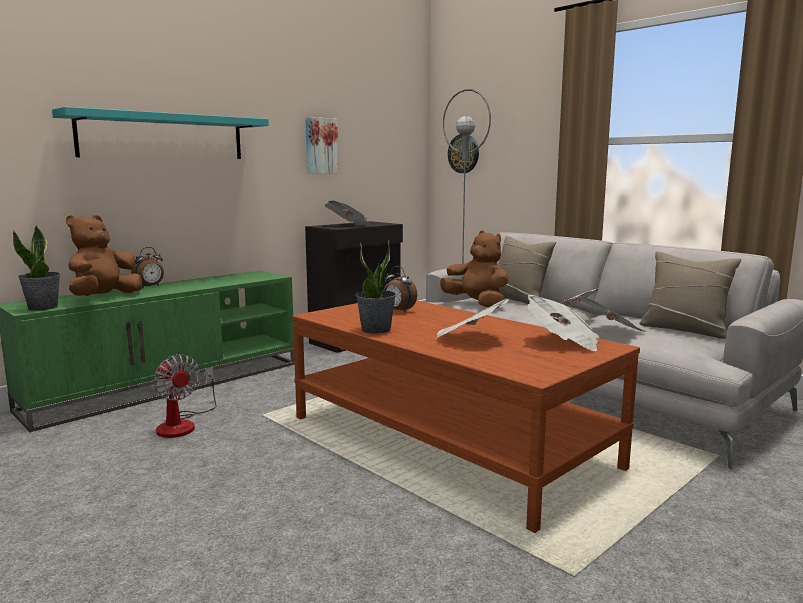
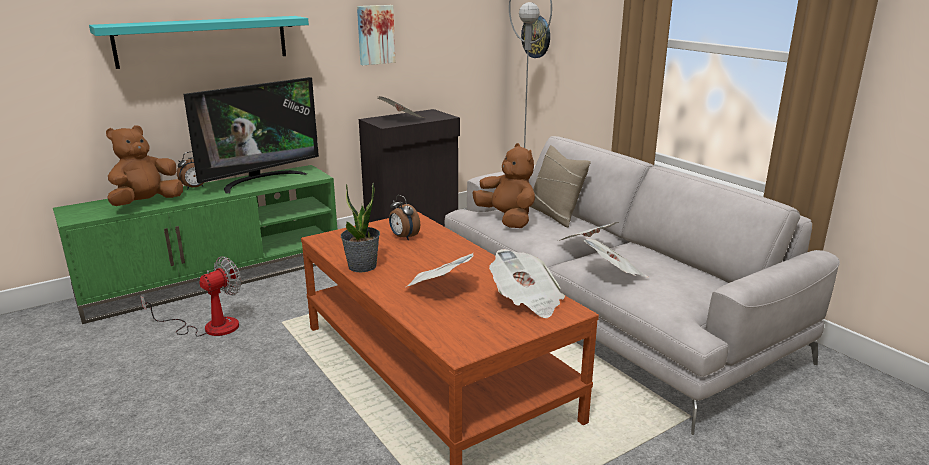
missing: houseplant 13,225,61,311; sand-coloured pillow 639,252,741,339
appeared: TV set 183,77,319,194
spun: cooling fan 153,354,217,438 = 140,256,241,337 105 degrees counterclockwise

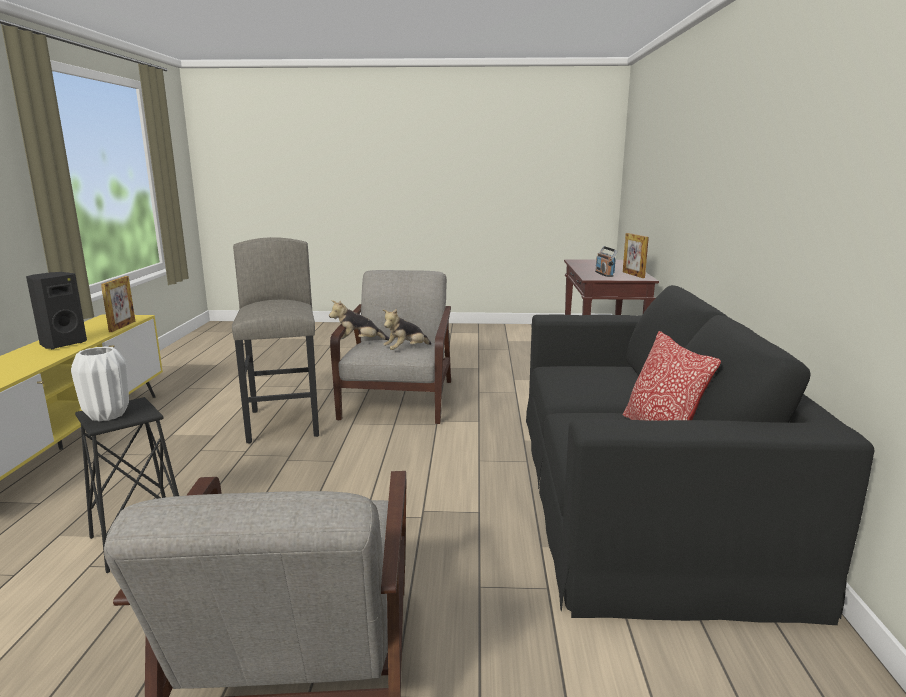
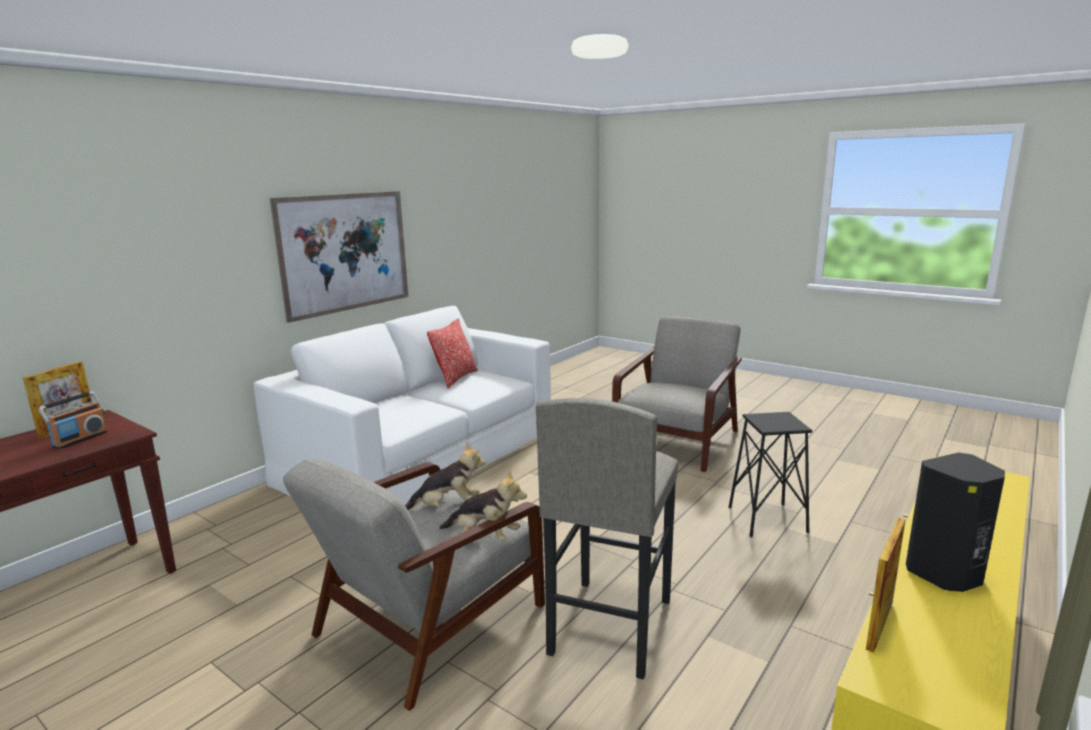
missing: whitish decorative vase 71,346,129,421
appeared: wall art 270,191,408,323
colour: black-coloured sofa 526,285,874,625 to whitish sofa 253,306,551,505

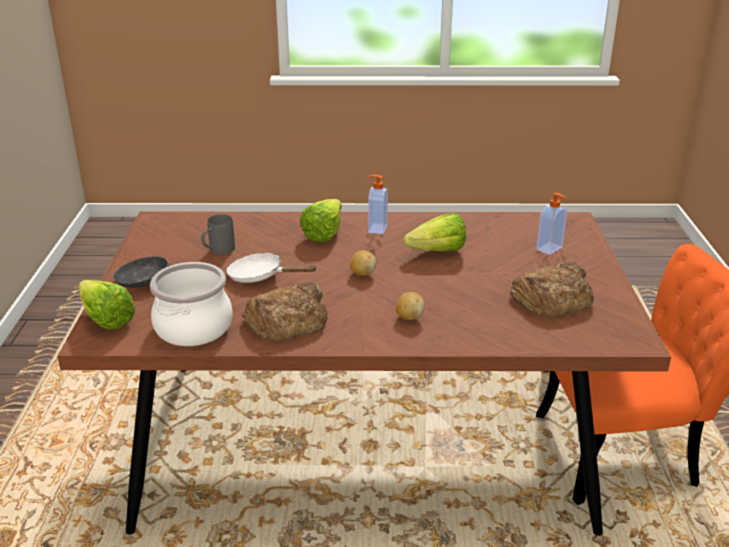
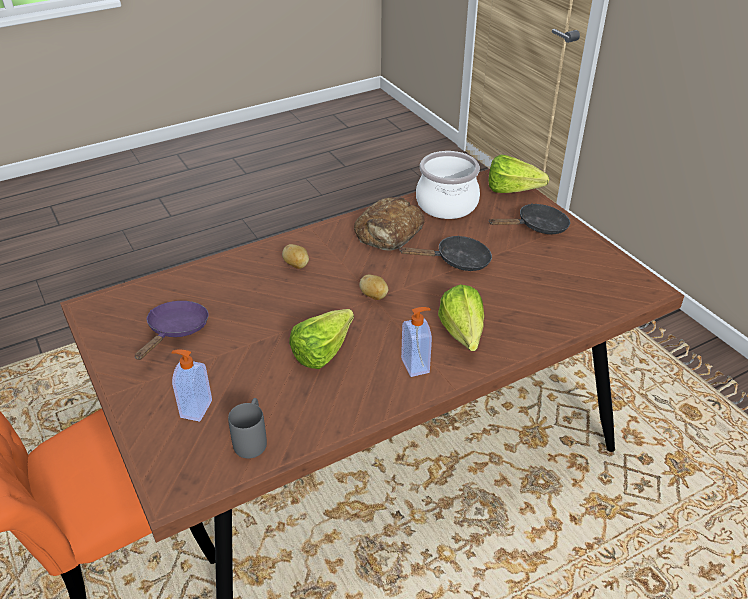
relocated: gray coffee mug 201,214,235,255 to 228,398,267,458
exchanged: bakery bread 510,262,594,317 to purple-coloured pan 135,301,209,360
colour: whitish pan 227,253,317,283 to black-coloured pan 399,235,492,271

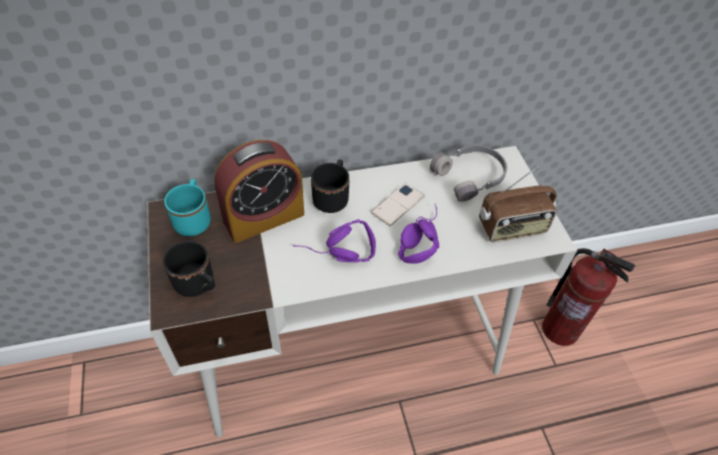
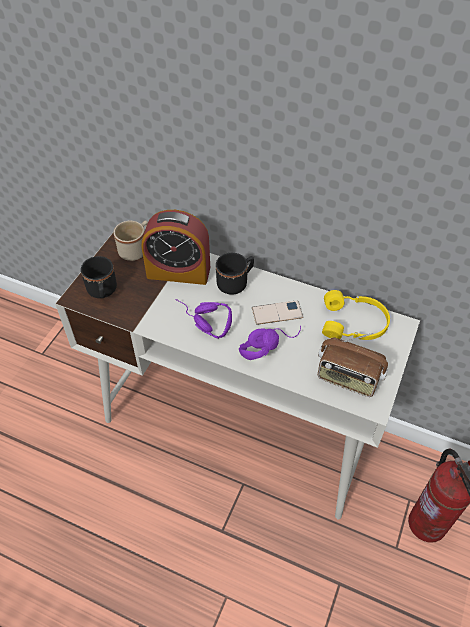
colour: turquoise coffee mug 164,179,211,236 to sand-coloured coffee mug 113,221,148,261; gray headset 430,145,507,202 to yellowish headset 322,290,390,340

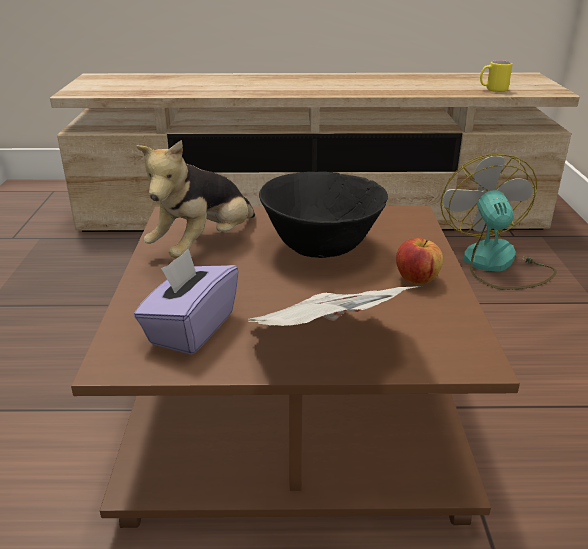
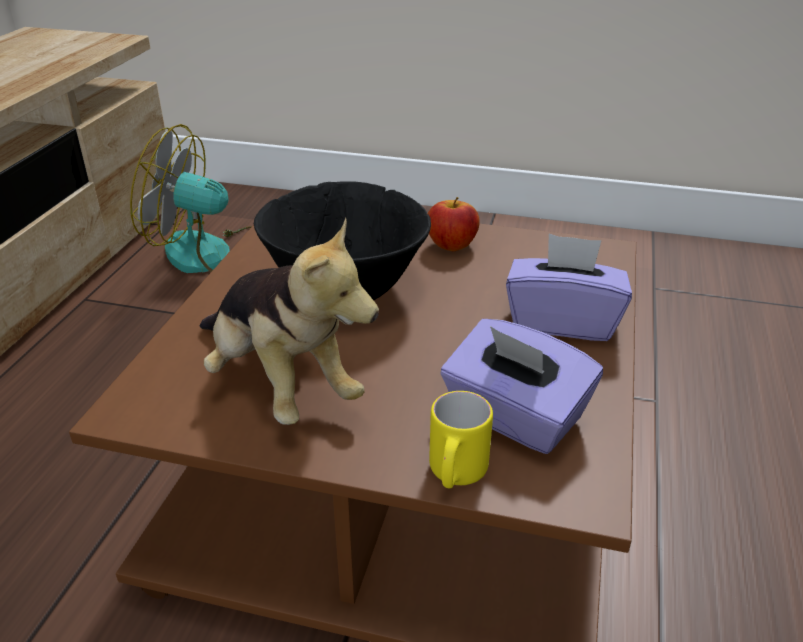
relocated: yellowish coffee mug 480,60,513,92 to 429,391,493,488
exchanged: printed paper 248,286,422,326 to purple-coloured tissue holder 506,234,632,341

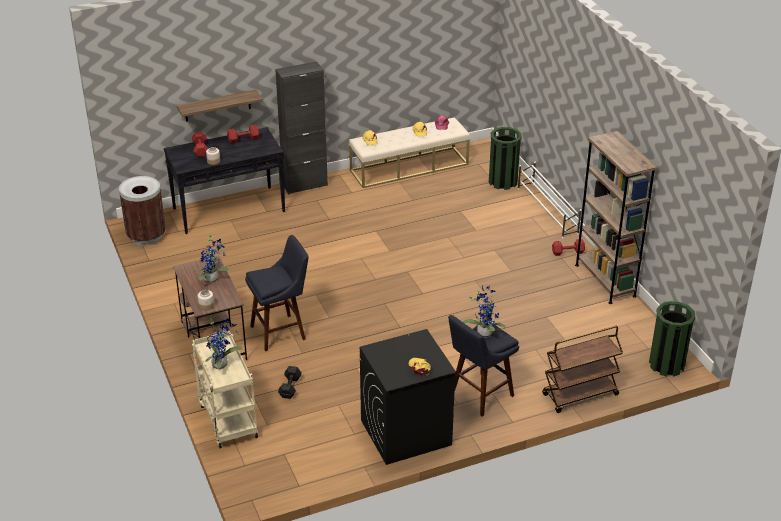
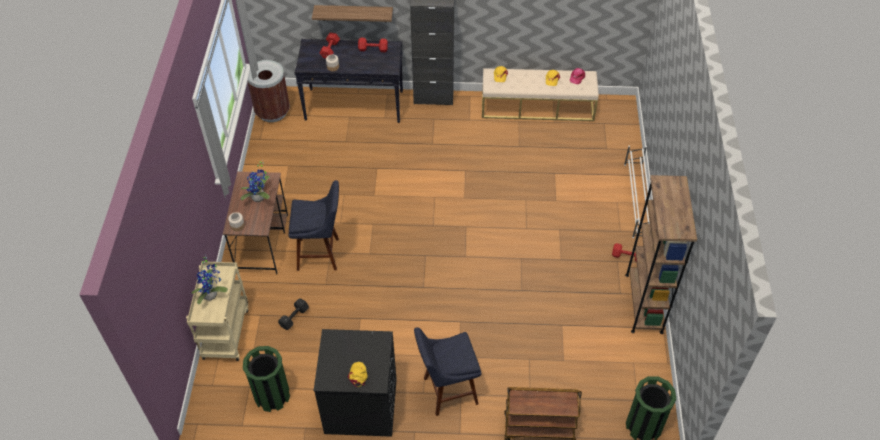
missing: houseplant 462,285,506,338
relocated: greenish waste bin 489,127,522,190 to 243,346,290,412

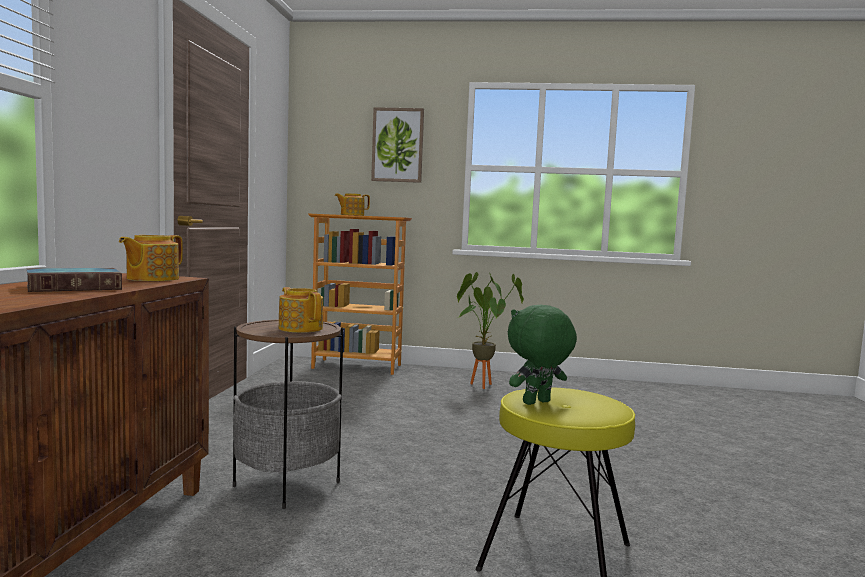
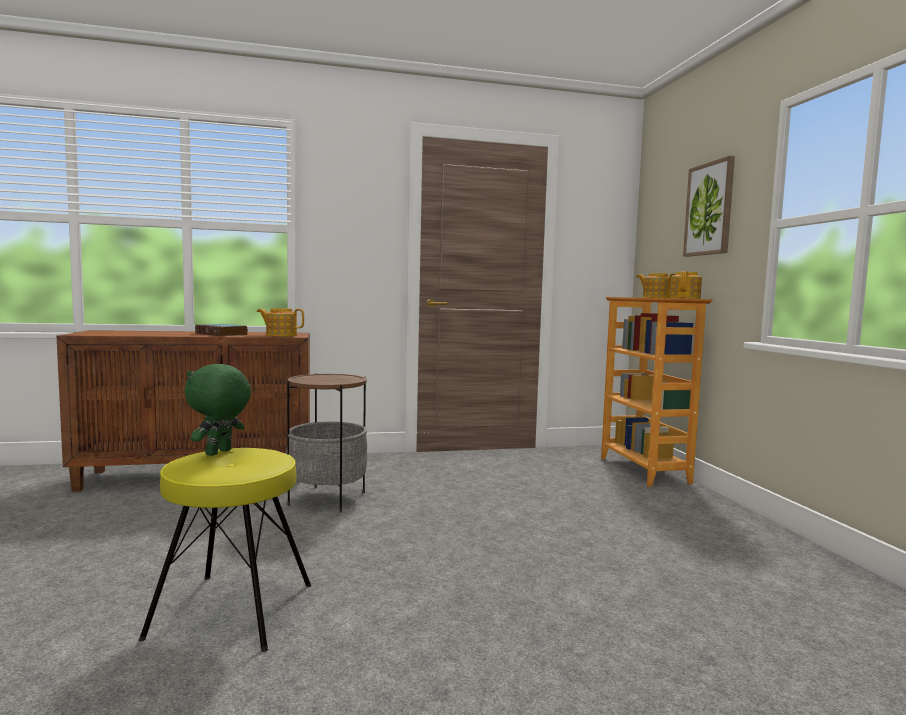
missing: houseplant 457,272,524,389
relocated: teapot 279,287,323,333 to 670,271,702,299
spun: greenish soft toy 508,305,577,405 = 184,364,251,456 105 degrees counterclockwise

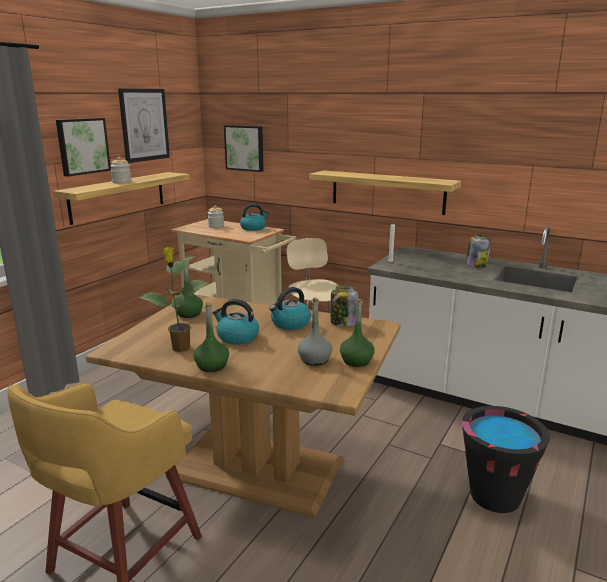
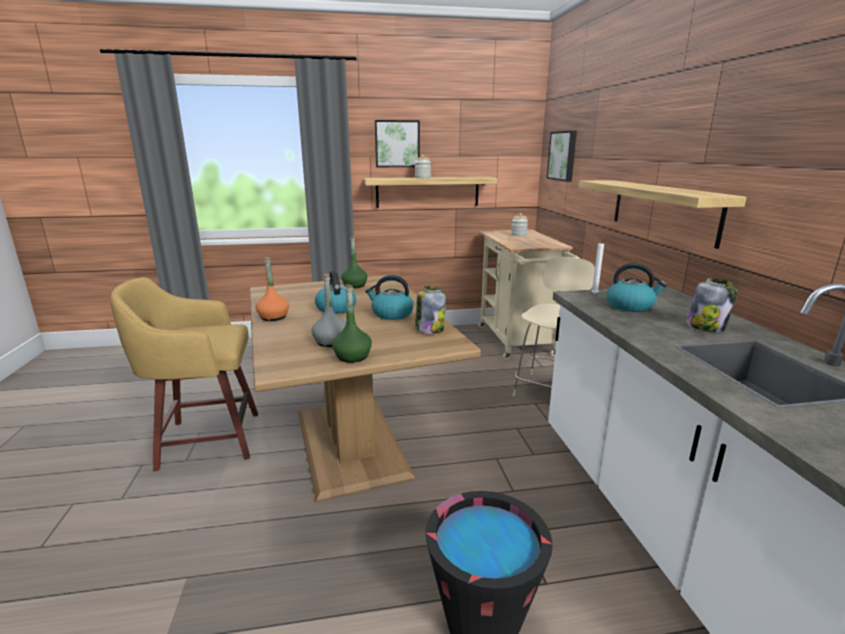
missing: wall art 118,88,170,163; houseplant 138,247,208,352
relocated: tea kettle 240,204,269,231 to 607,263,667,312
colour: greenish bottle 193,302,229,372 to orange bottle 256,257,289,321

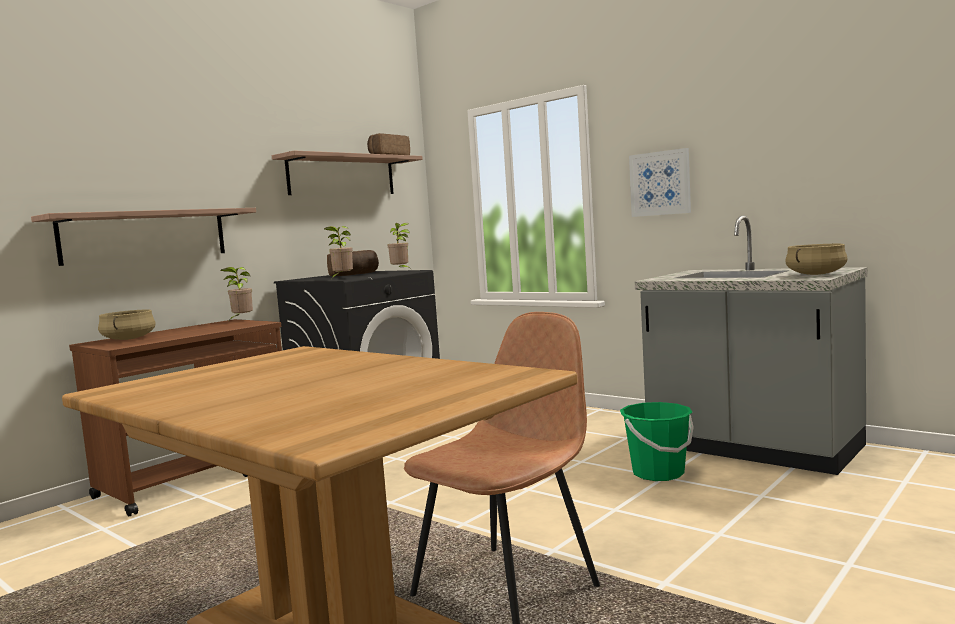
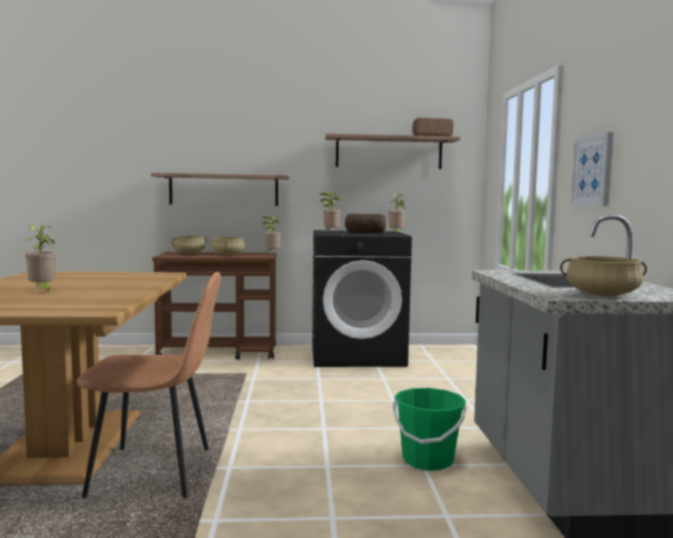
appeared: houseplant 24,225,57,292; sand-coloured cooking pot 211,237,245,255

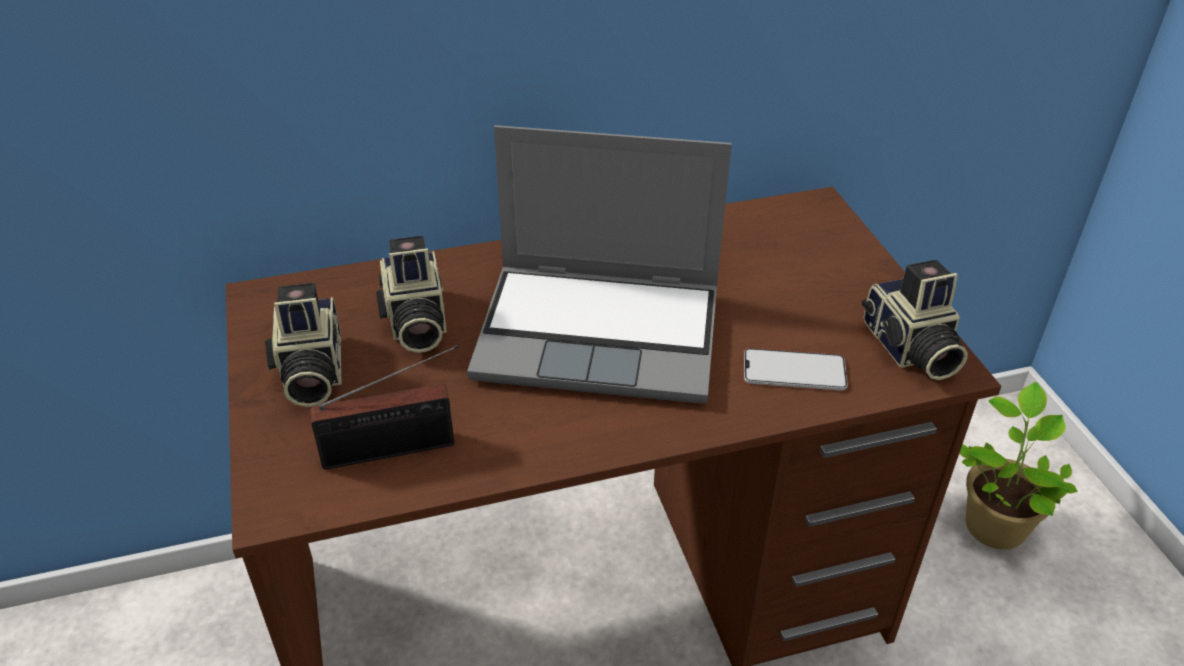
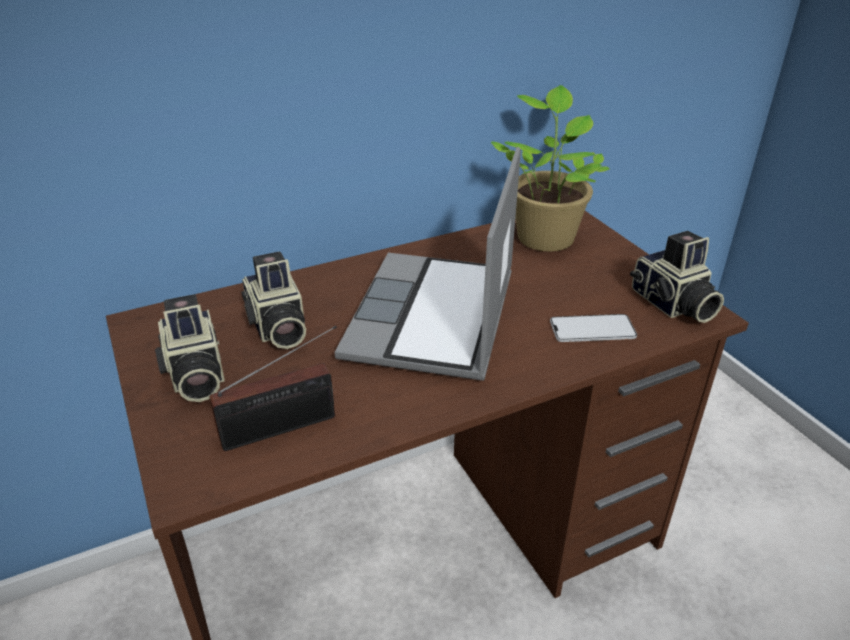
relocated: houseplant 959,382,1078,550 to 491,85,610,252
spun: laptop 467,125,732,403 = 335,147,521,381 105 degrees clockwise

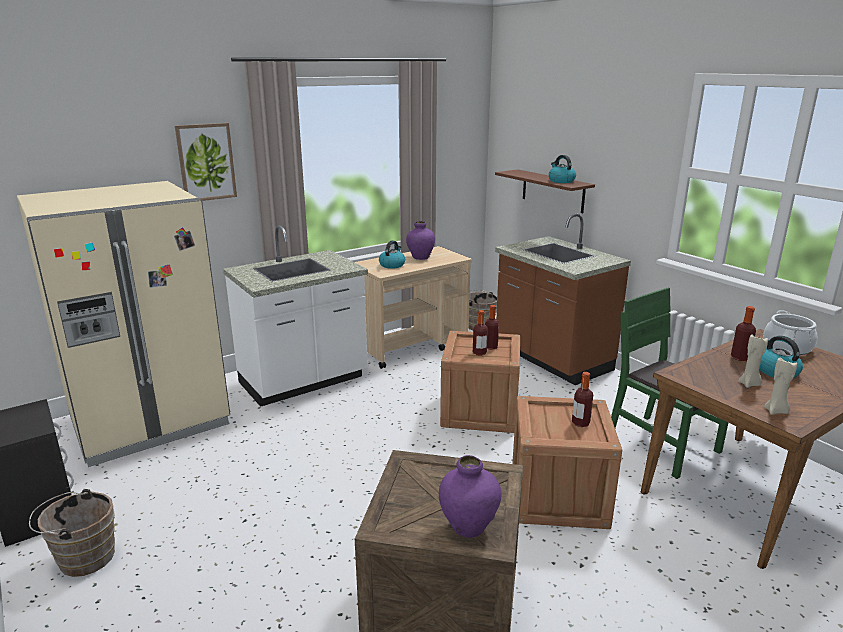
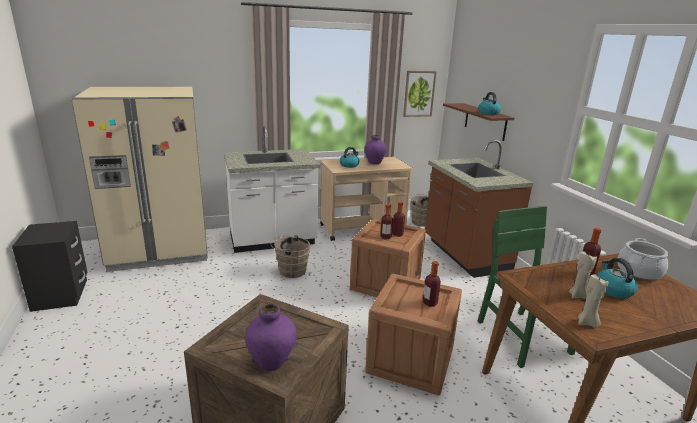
relocated: brown-coloured bucket 29,489,115,577 to 271,235,310,278; wall art 175,123,237,201 to 403,71,437,117

